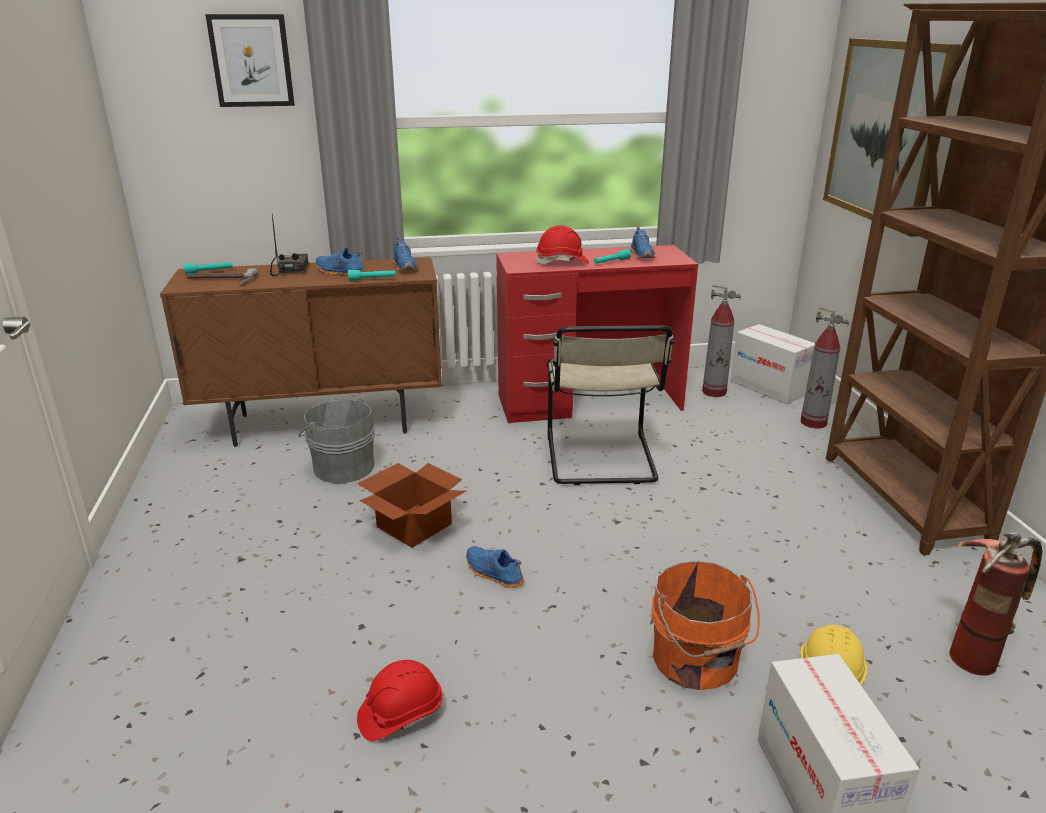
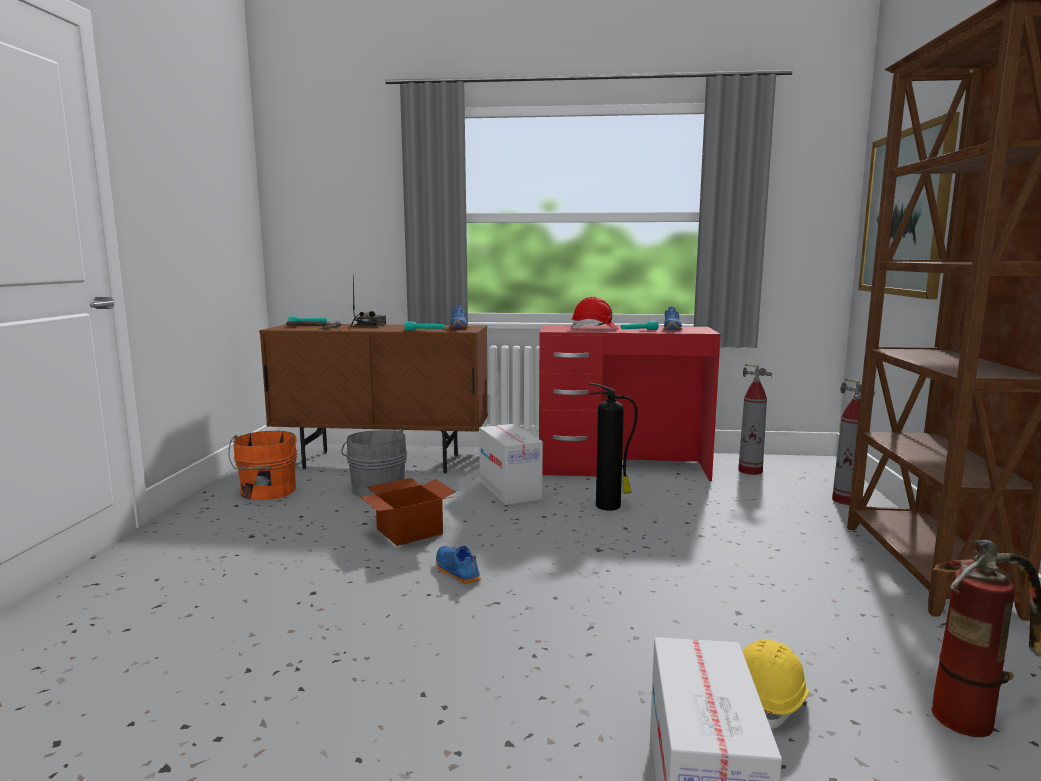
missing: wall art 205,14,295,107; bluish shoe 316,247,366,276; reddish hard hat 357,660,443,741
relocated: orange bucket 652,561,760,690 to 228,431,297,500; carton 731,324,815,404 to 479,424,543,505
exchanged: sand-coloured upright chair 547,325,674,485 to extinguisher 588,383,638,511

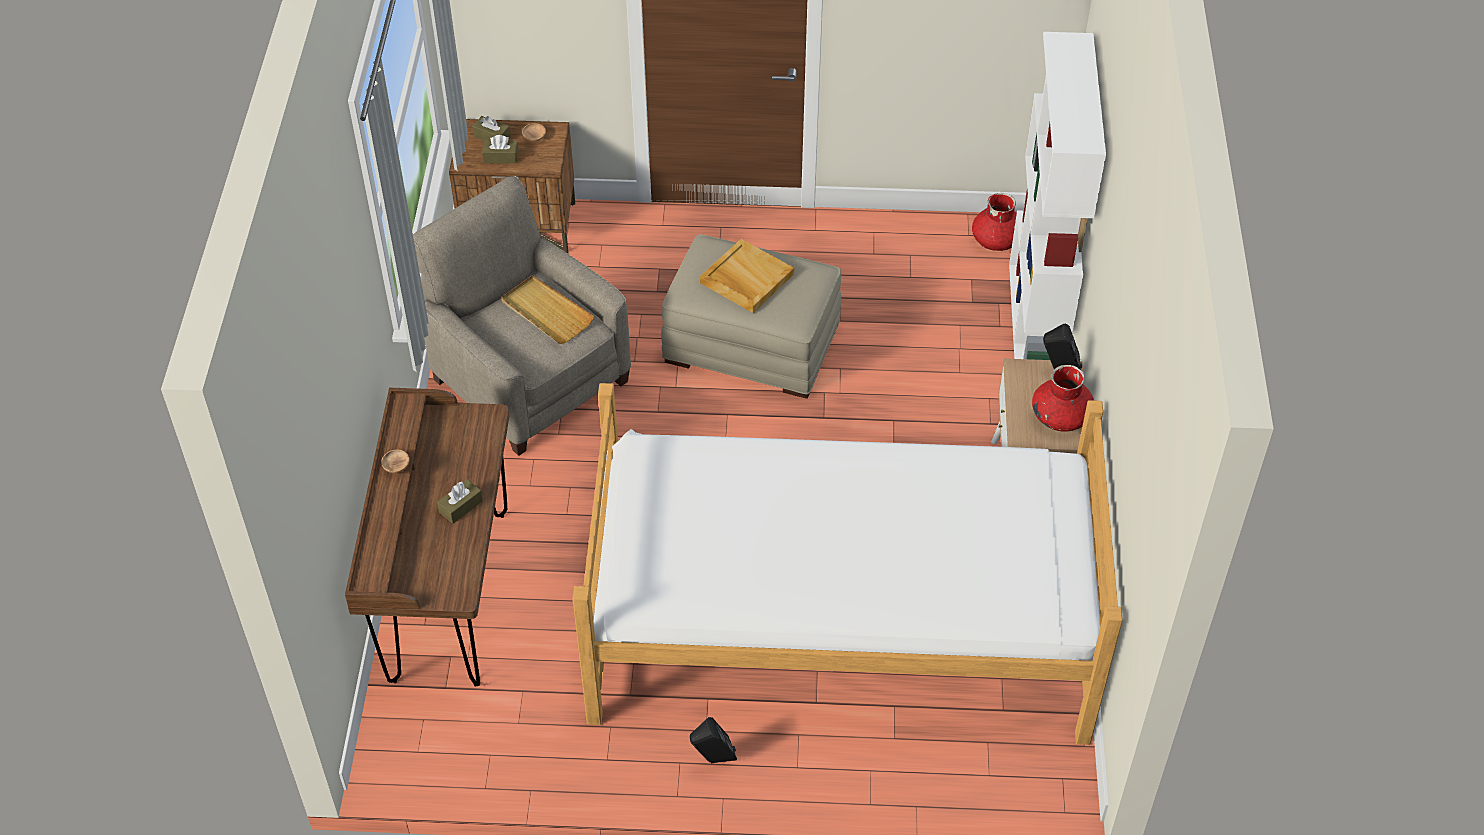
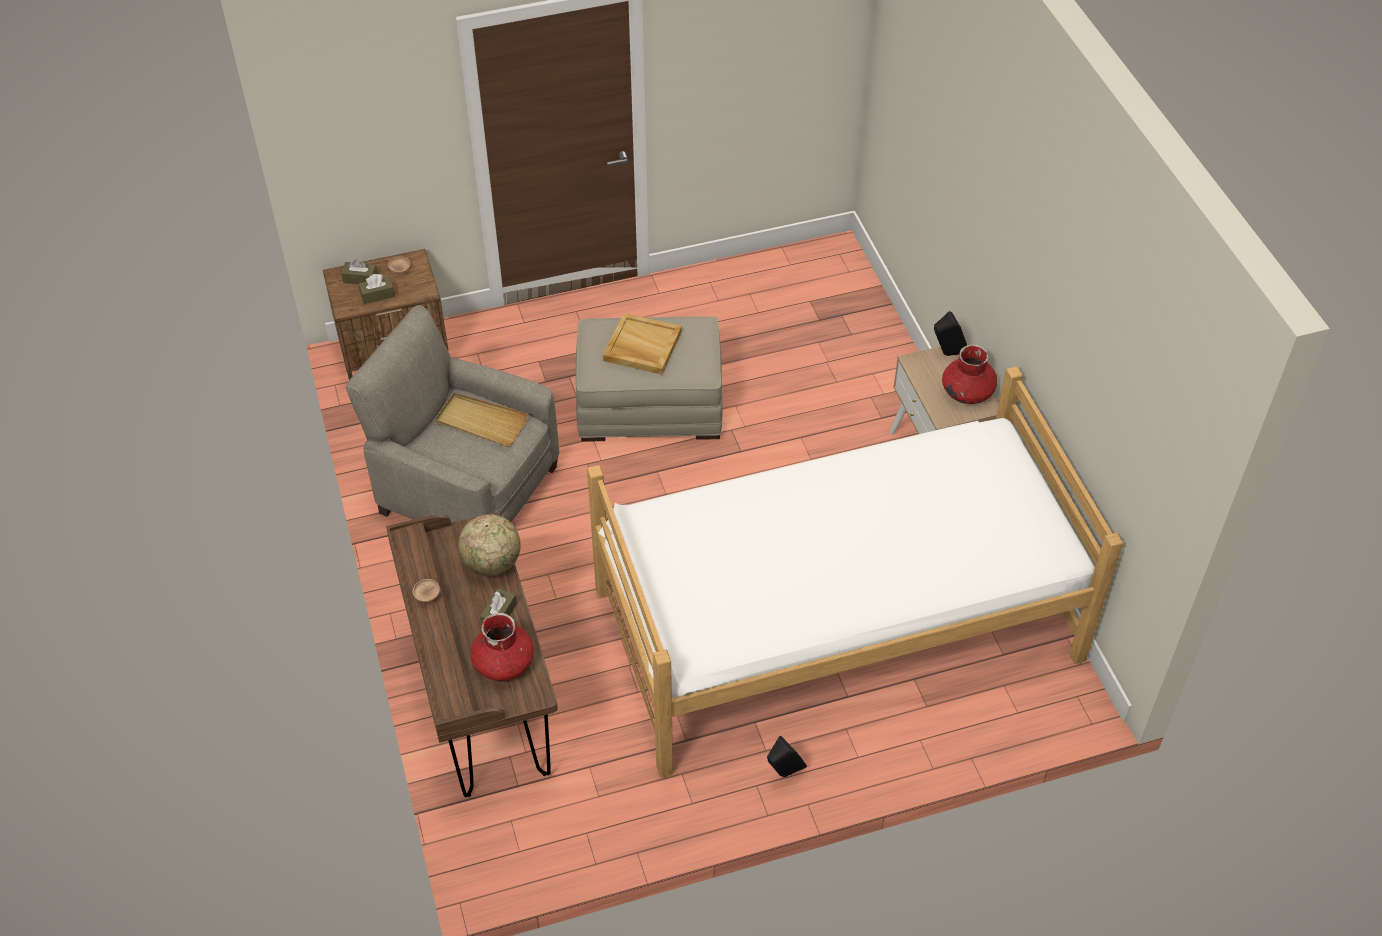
missing: whitish shelving unit 1009,32,1106,360
appeared: globe 458,514,521,576
relocated: reddish decorative vase 972,192,1017,251 to 471,613,534,681

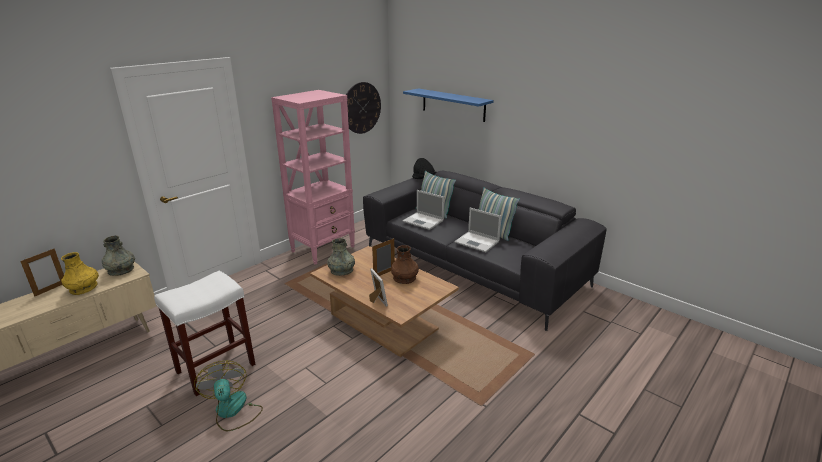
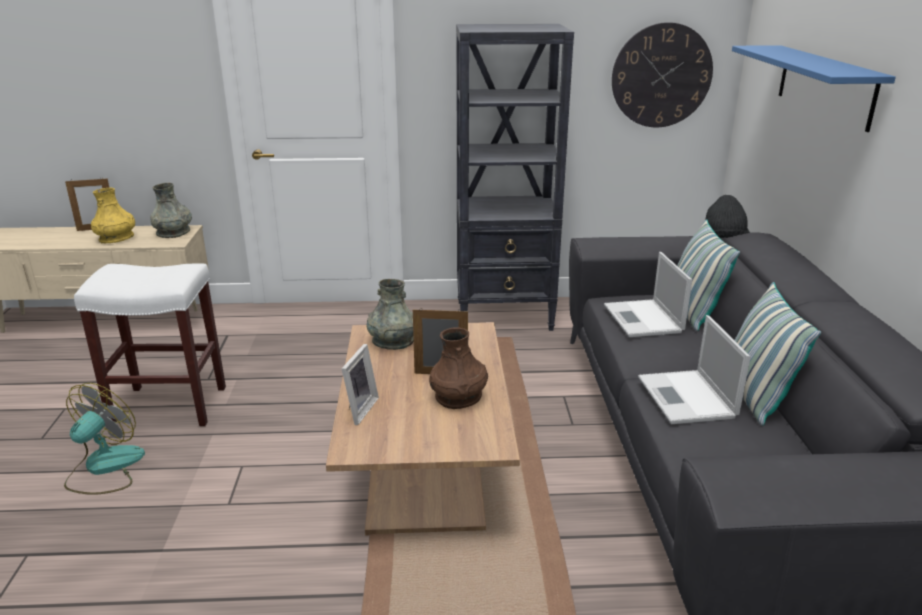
colour: pinkish shelving unit 271,90,355,265 to black-coloured shelving unit 456,24,574,331

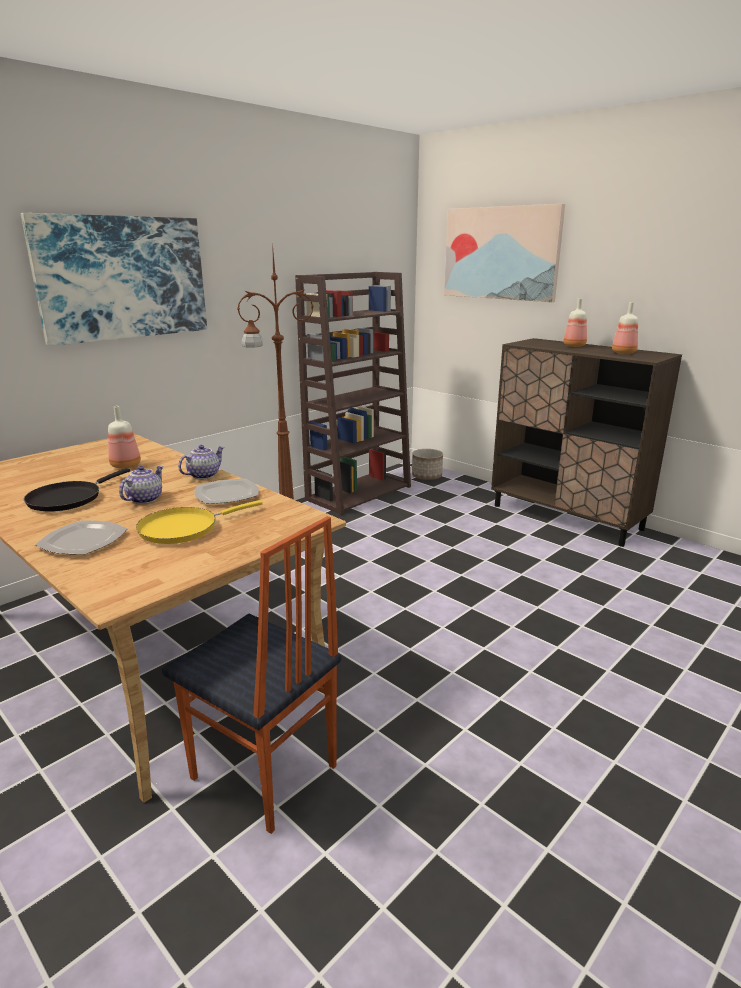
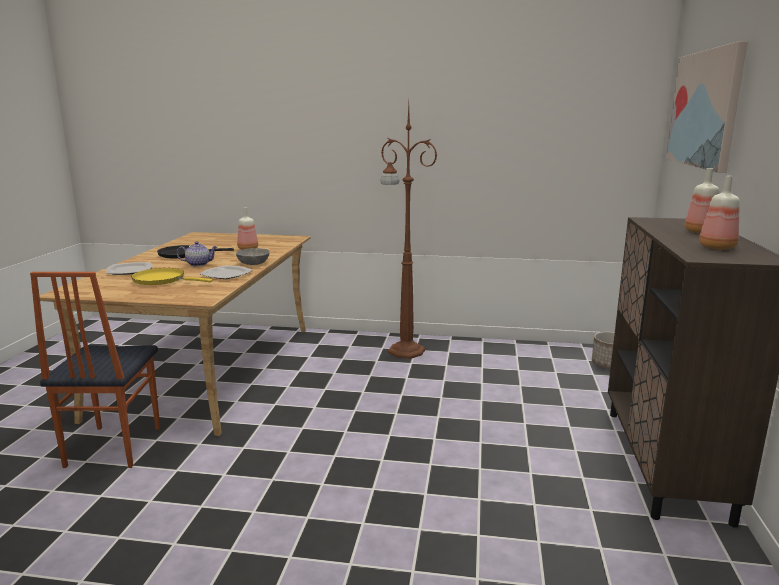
missing: wall art 21,213,207,346; brown-coloured shelving unit 295,272,411,515
exchanged: teapot 178,445,224,479 to gray bowl 236,248,270,265

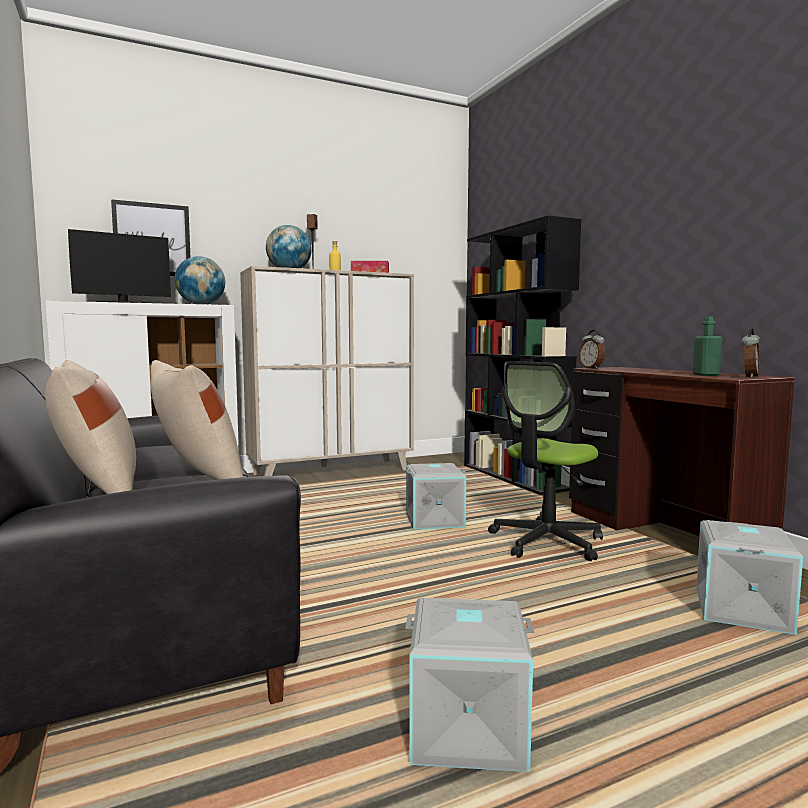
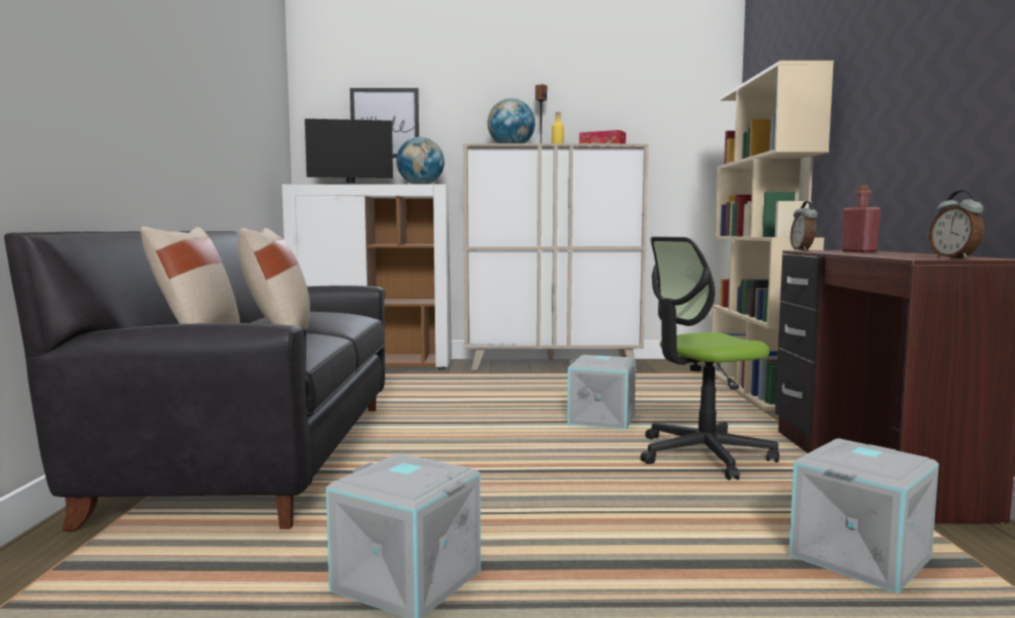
missing: greenish bottle 693,316,722,376
appeared: reddish bottle 842,185,881,252
colour: black-coloured shelving unit 464,215,581,495 to sand-coloured shelving unit 711,60,834,410
spun: bedside clock 741,328,761,378 = 929,190,984,259 105 degrees clockwise

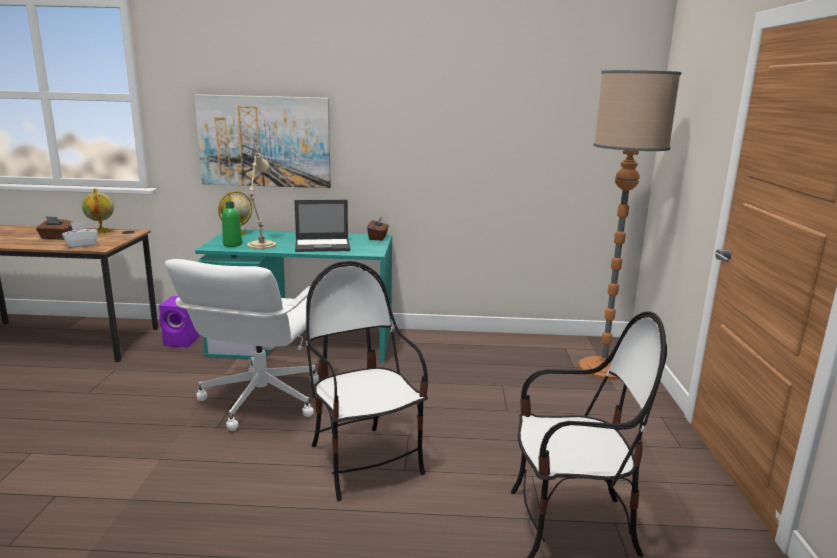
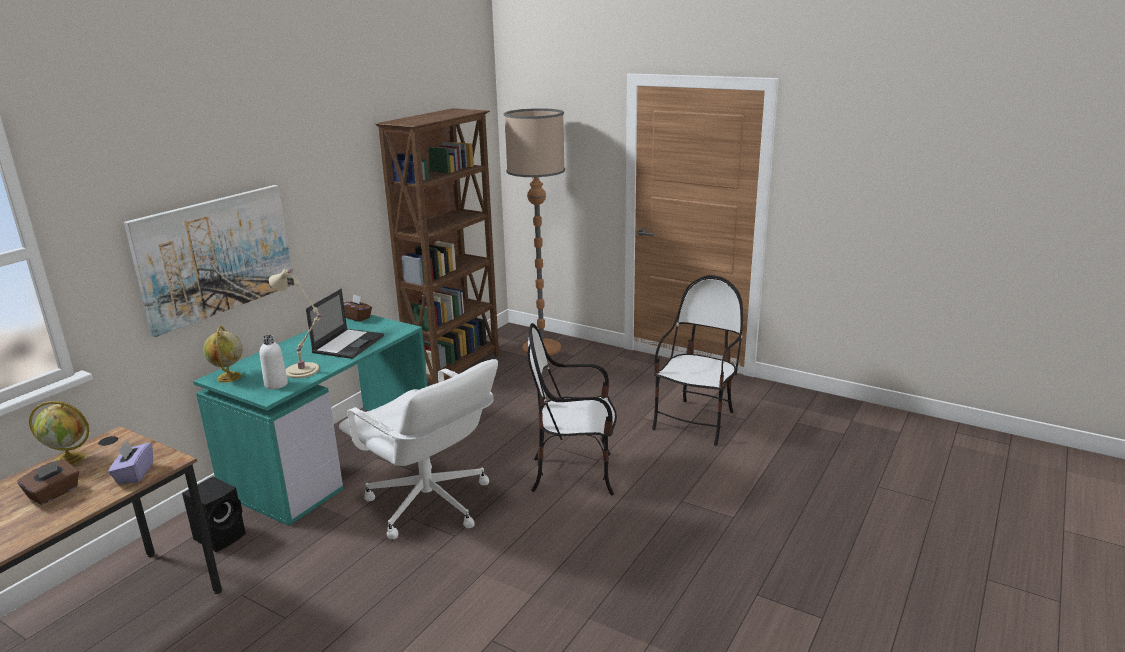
appeared: brown-coloured shelving unit 375,108,499,384
colour: whitish tissue holder 62,221,98,248 to purple-coloured tissue holder 108,441,153,484; purple-coloured loudspeaker 159,296,201,347 to black-coloured loudspeaker 182,477,246,552; greenish bottle 222,201,242,247 to whitish bottle 260,335,288,389

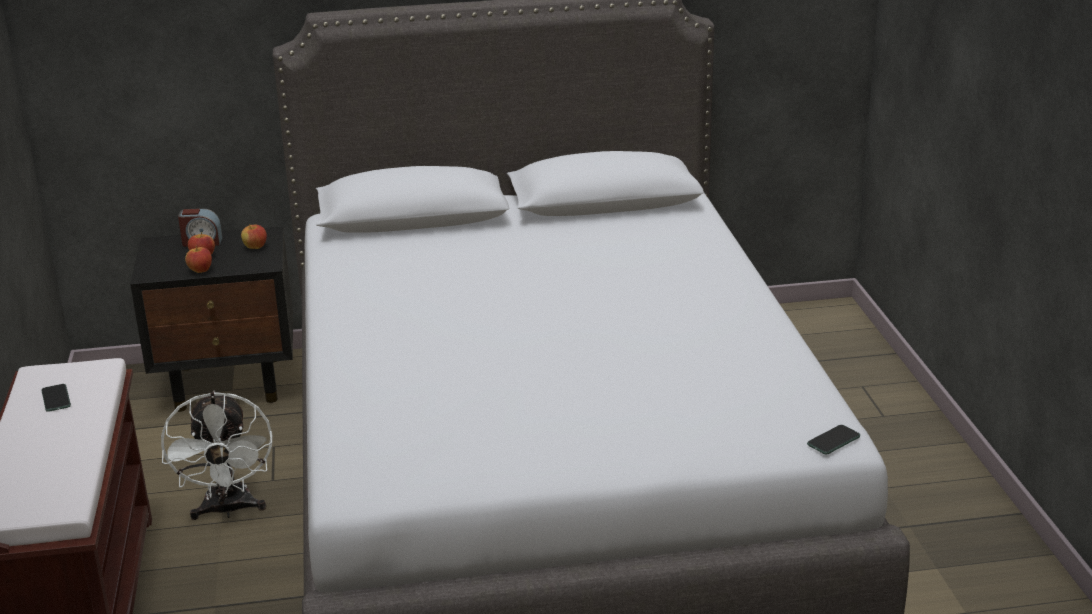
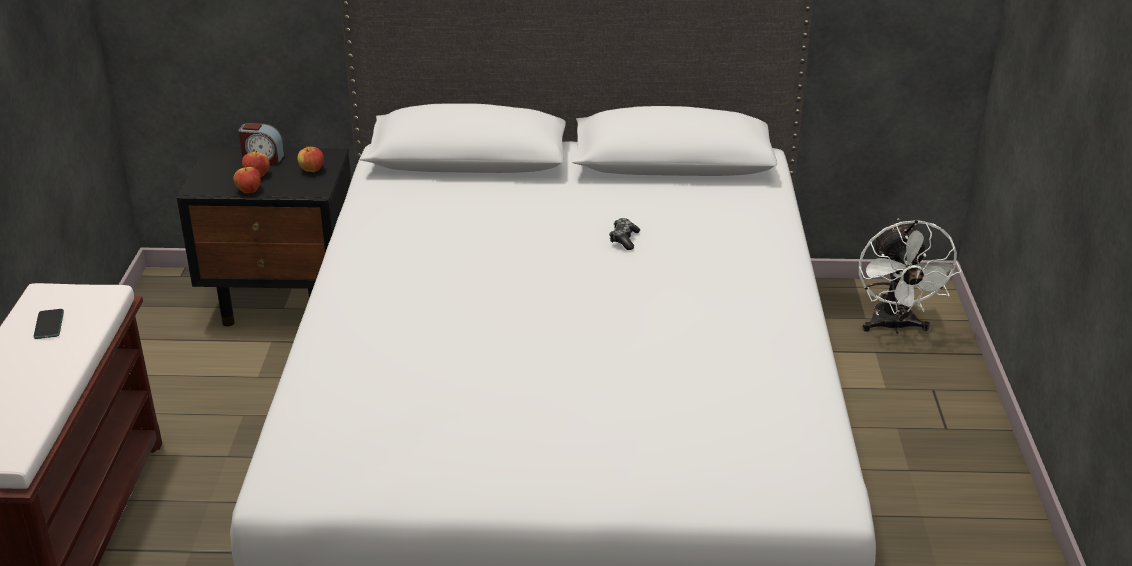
missing: telephone 807,425,860,455
appeared: joypad 609,218,640,250
relocated: whitish cooling fan 161,391,273,520 to 859,219,962,334

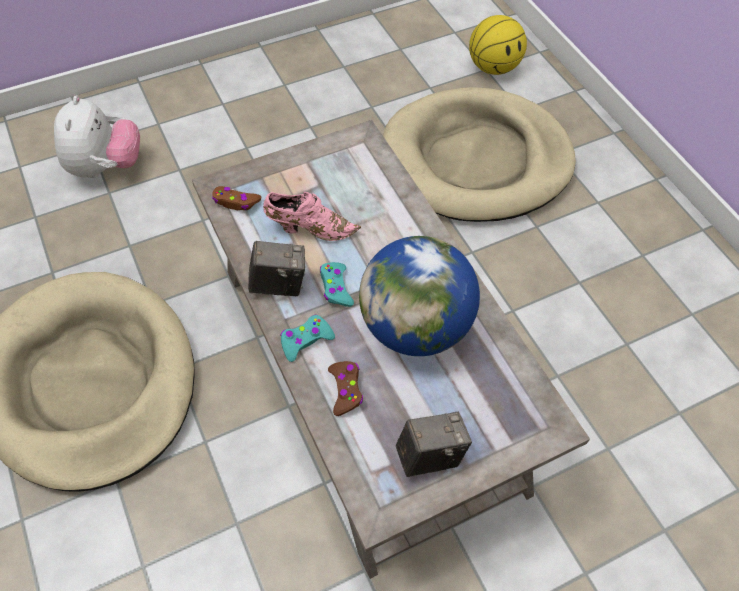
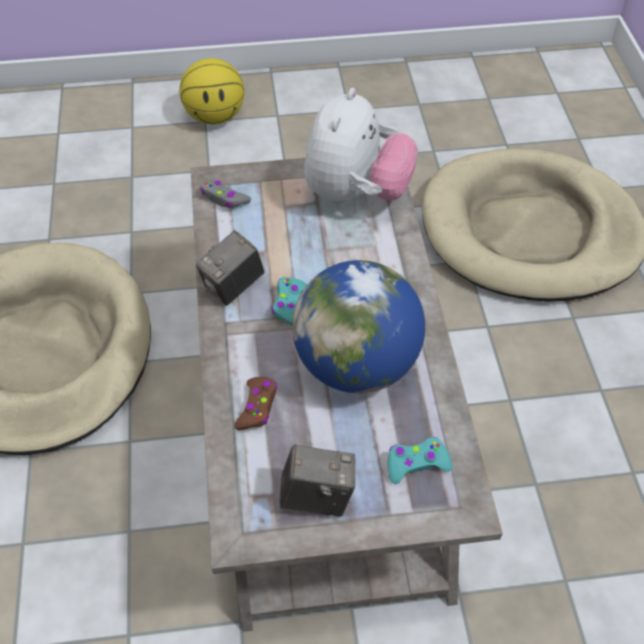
missing: pinkish shoe 263,192,361,241
relocated: soft toy 54,96,140,178 to 304,88,418,204; turquoise joypad 280,315,335,362 to 388,437,452,484; ball for basketball 469,15,527,75 to 180,58,244,124
colour: brown-coloured joypad 212,186,261,210 to gray joypad 200,179,251,208
spun: still camera 248,241,305,296 = 196,230,264,306 120 degrees clockwise

